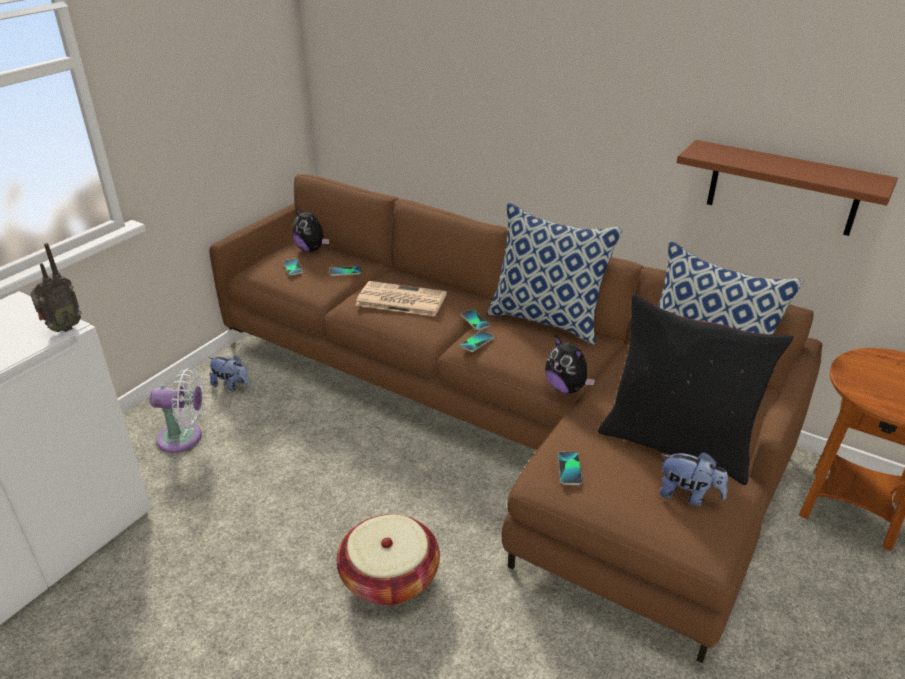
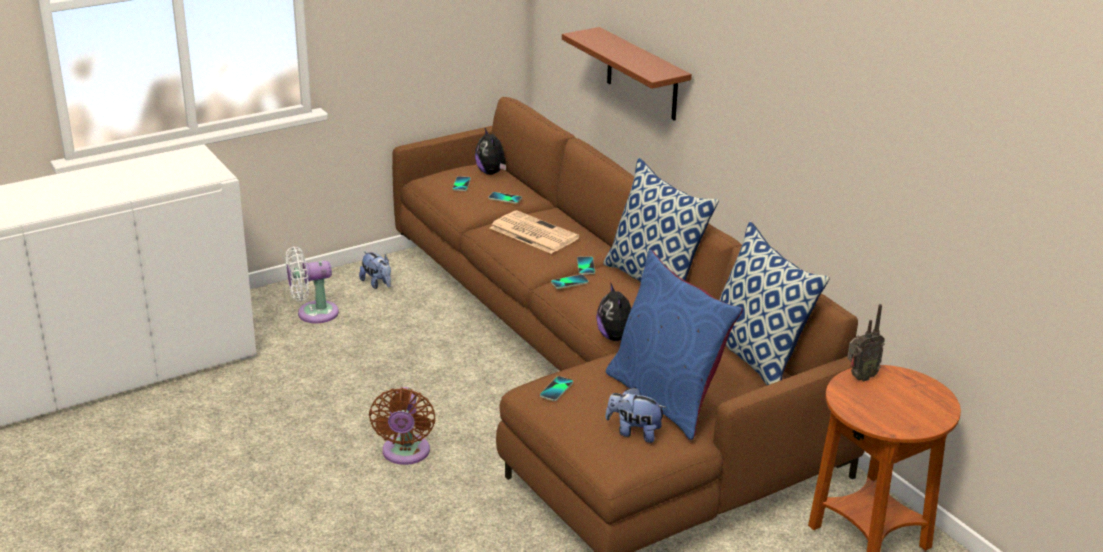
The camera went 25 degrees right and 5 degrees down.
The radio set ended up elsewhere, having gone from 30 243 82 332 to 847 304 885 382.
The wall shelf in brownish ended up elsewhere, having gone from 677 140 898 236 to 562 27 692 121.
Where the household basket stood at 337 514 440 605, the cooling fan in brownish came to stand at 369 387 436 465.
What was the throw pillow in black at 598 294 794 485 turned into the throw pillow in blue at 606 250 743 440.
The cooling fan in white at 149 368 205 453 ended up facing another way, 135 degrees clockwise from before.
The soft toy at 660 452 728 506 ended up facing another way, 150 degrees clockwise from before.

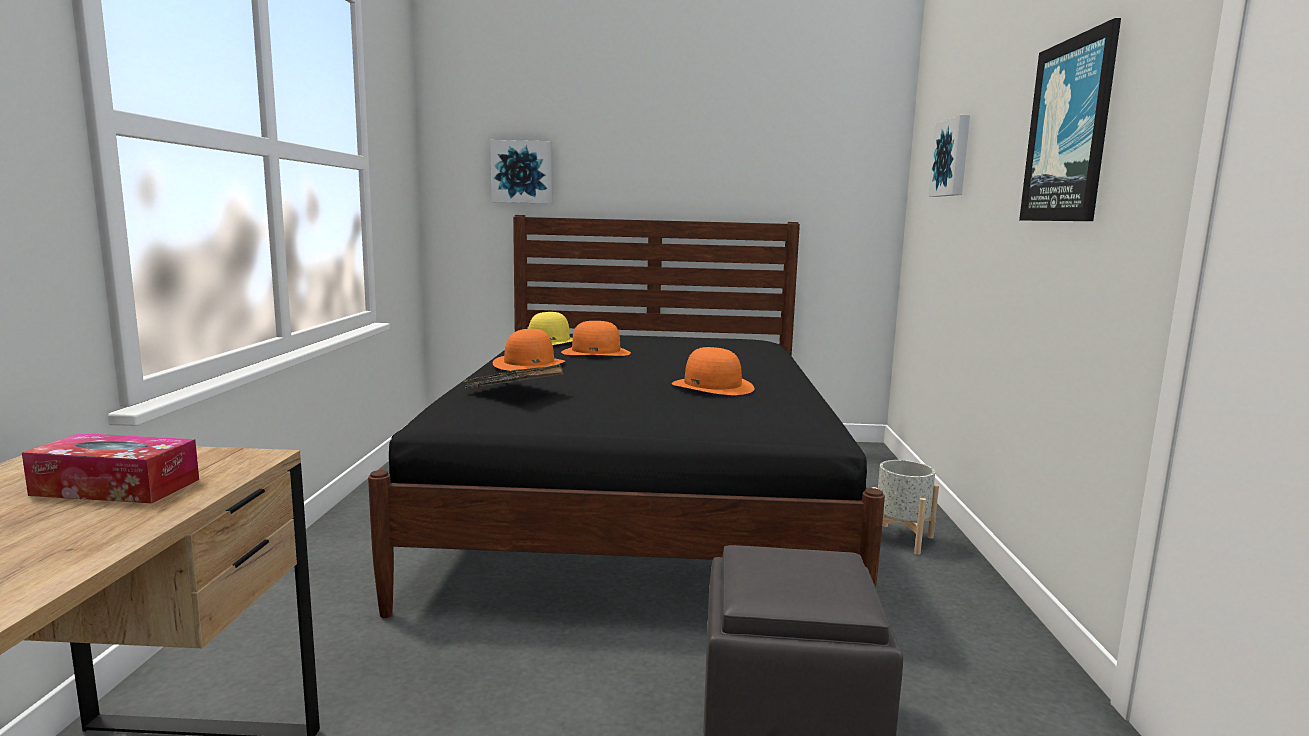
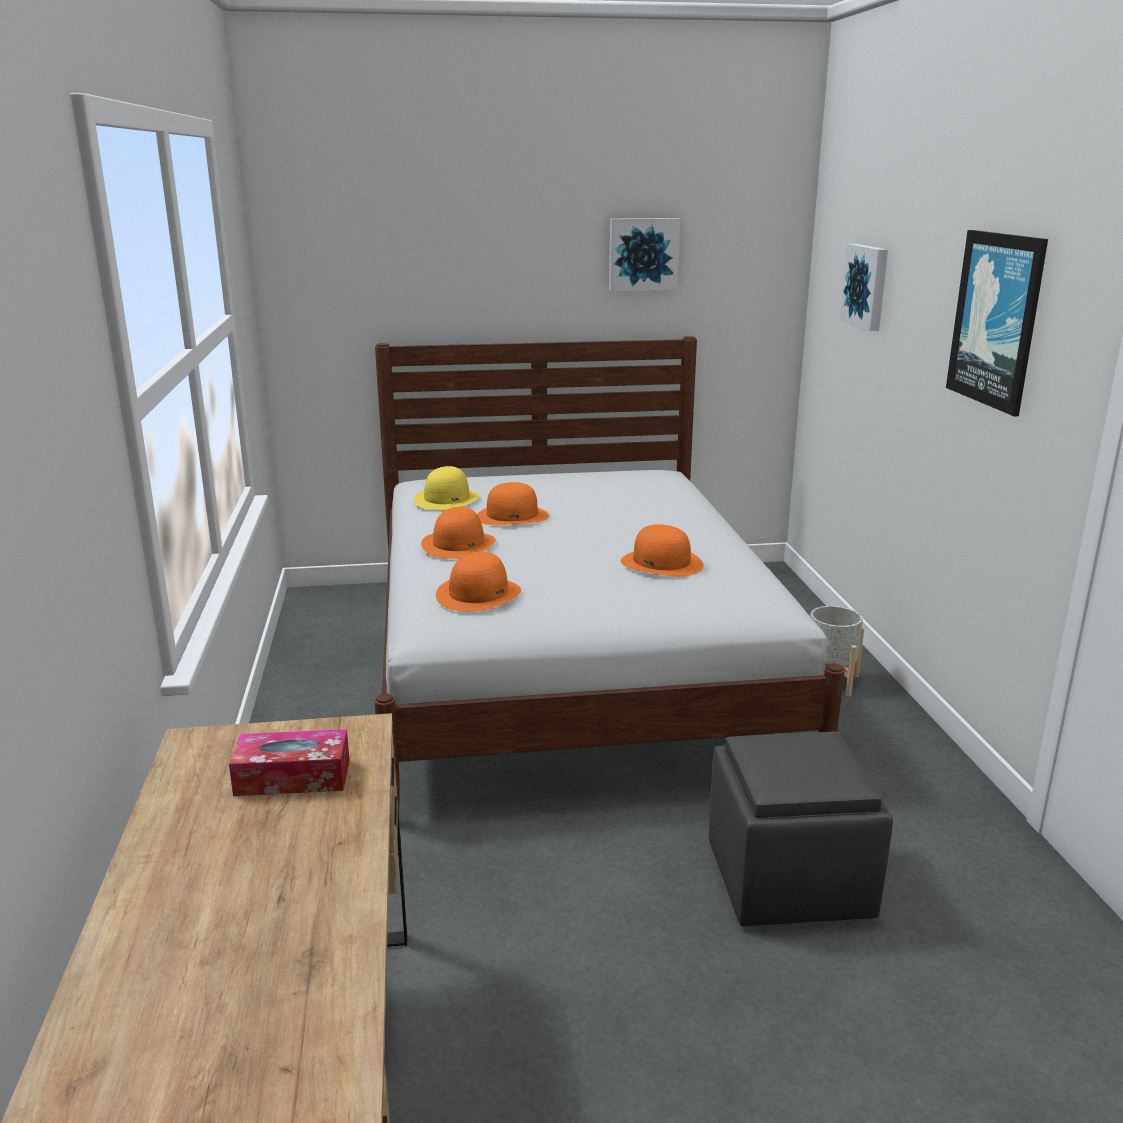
The camera went 10 degrees left and 10 degrees up.
The wall picture ended up elsewhere, having gone from 491 140 552 204 to 609 218 680 291.
Where the bound book in grey stood at 463 364 563 388, the clothing hat in orange-coloured came to stand at 436 552 521 612.
What was the sleeping bed in black at 368 215 885 618 turned into the sleeping bed in white at 374 336 844 806.

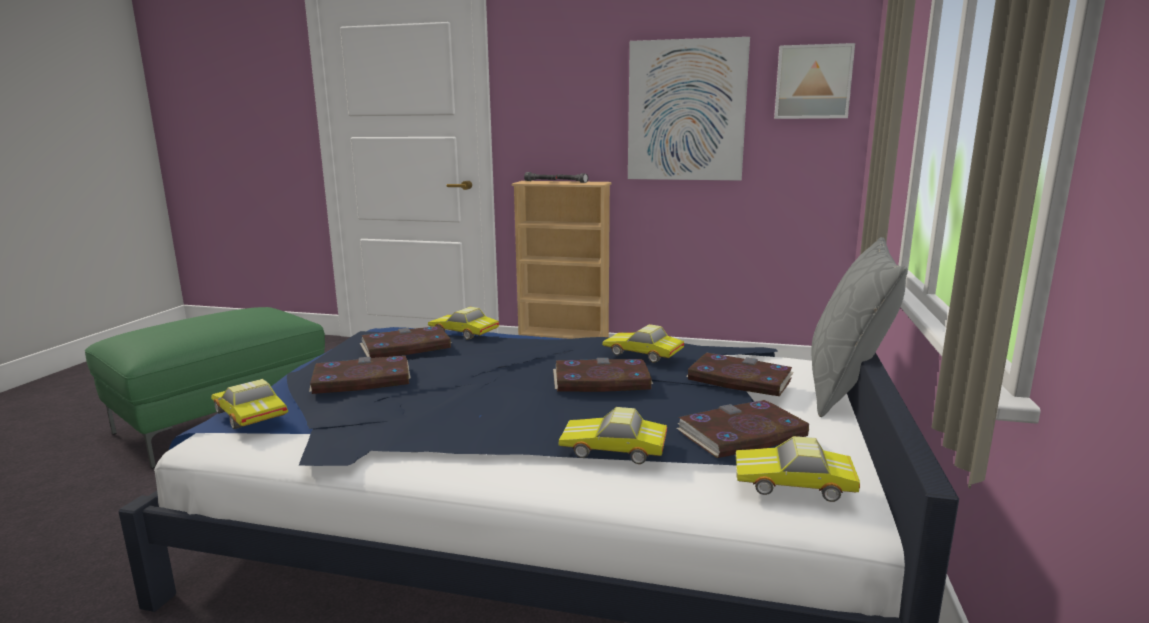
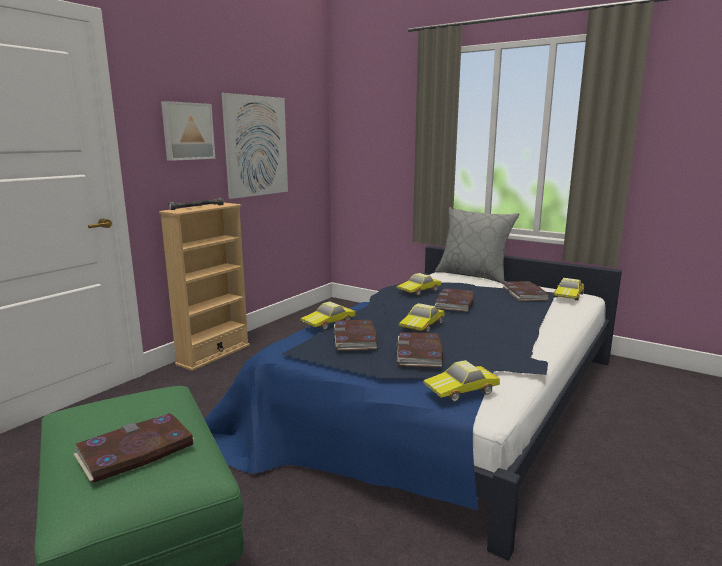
The camera went 70 degrees left and 0 degrees up.
The toy car ended up elsewhere, having gone from 559 407 667 464 to 398 303 445 332.
The bound book ended up elsewhere, having gone from 686 353 794 396 to 74 413 194 483.
The wall picture ended up elsewhere, having gone from 774 43 855 119 to 161 101 215 161.

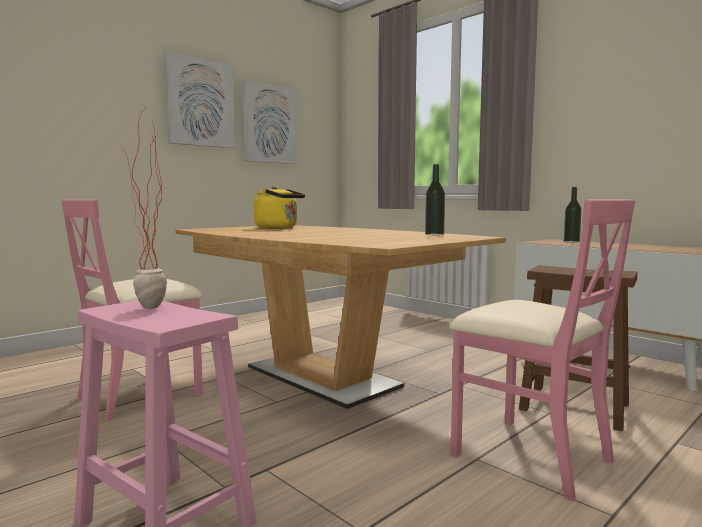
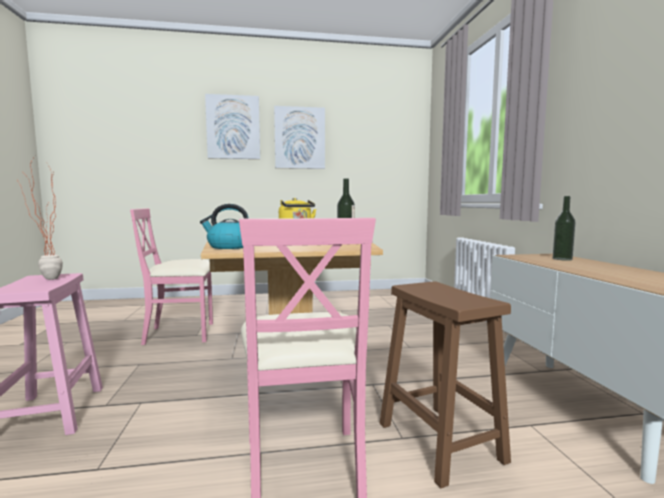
The camera went 35 degrees right and 0 degrees up.
The second view gained the water kettle at 200 204 249 249.
The wall picture ended up elsewhere, having gone from 242 80 298 164 to 205 94 260 159.

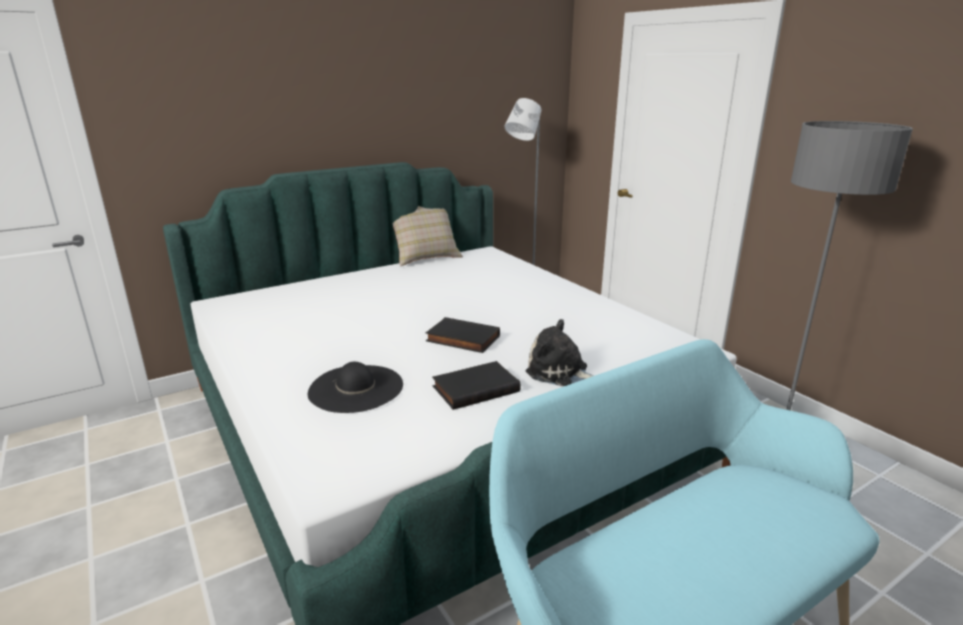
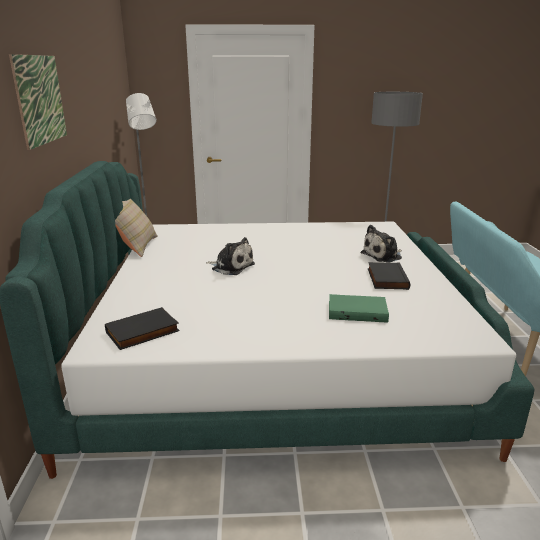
The camera went 60 degrees left and 0 degrees up.
The second view gained the wall picture at 9 54 67 150.
The second view gained the soft toy at 206 237 255 275.
The bound book in black ended up elsewhere, having gone from 426 317 500 353 to 105 307 180 350.
Where the clothing hat in black stood at 308 362 403 413, the bound book in green-coloured came to stand at 329 294 389 322.

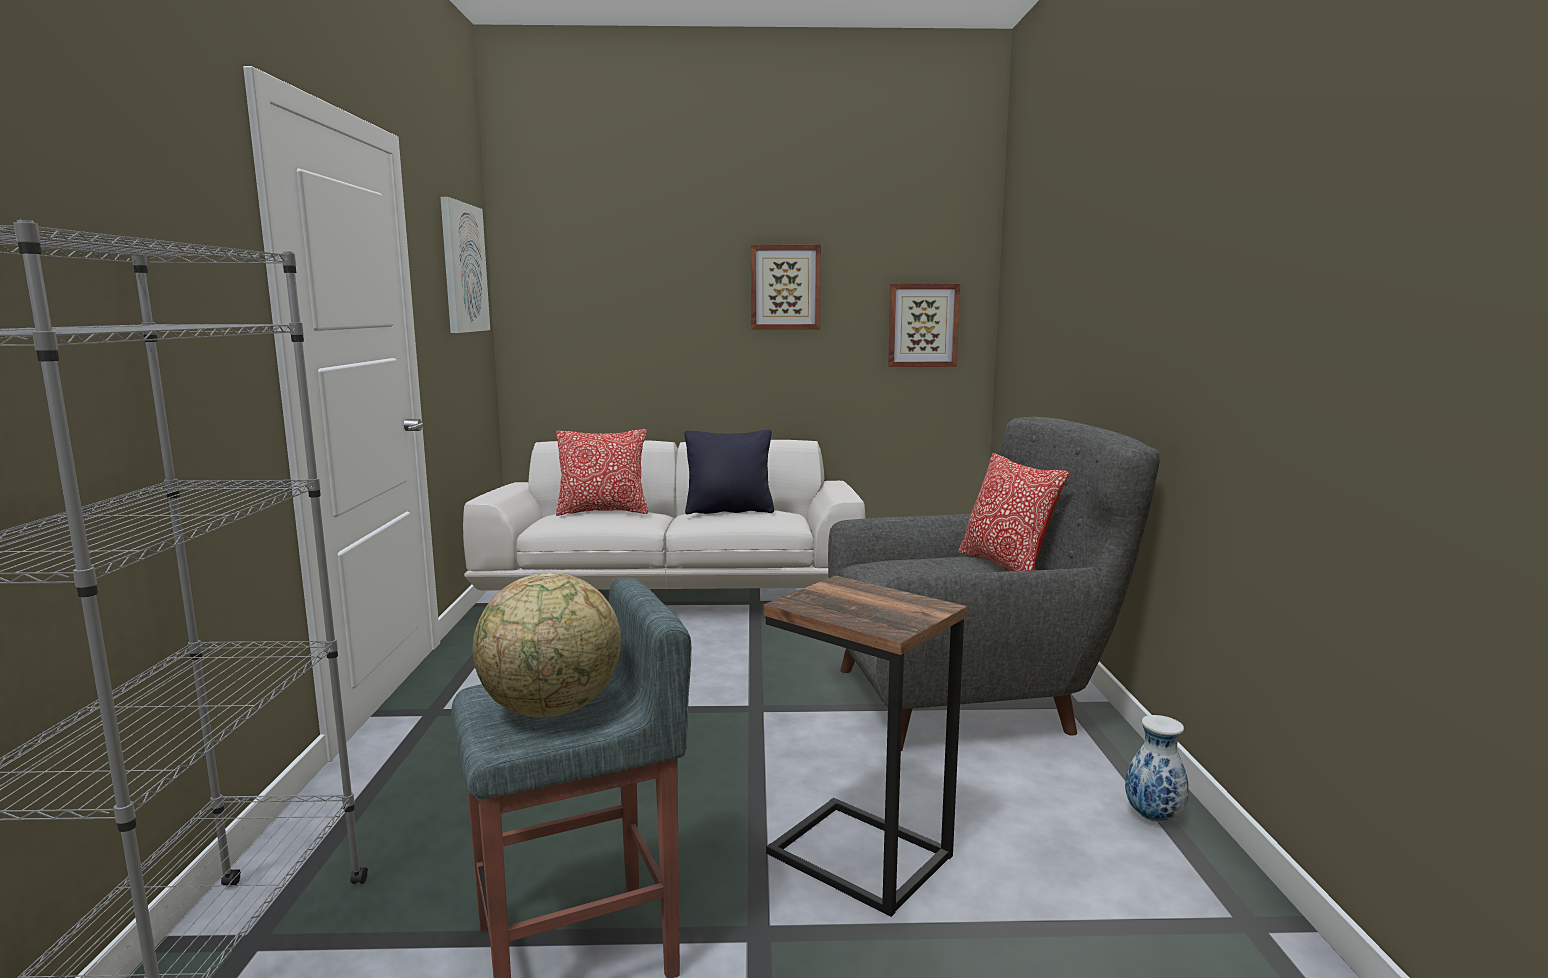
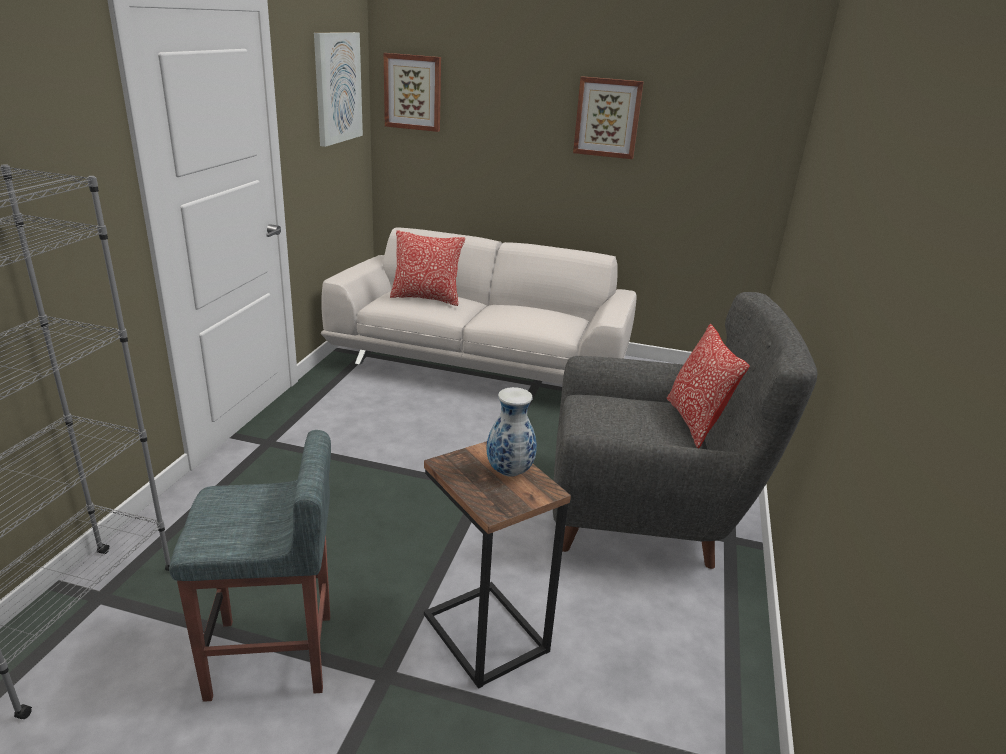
The camera went 15 degrees right and 15 degrees up.
The second view lost the world globe at 473 572 621 718.
The second view lost the throw pillow in black at 684 429 774 514.
The wall picture ended up elsewhere, having gone from 888 284 960 367 to 384 53 441 132.
The flower vase ended up elsewhere, having gone from 1125 715 1189 822 to 486 387 537 477.

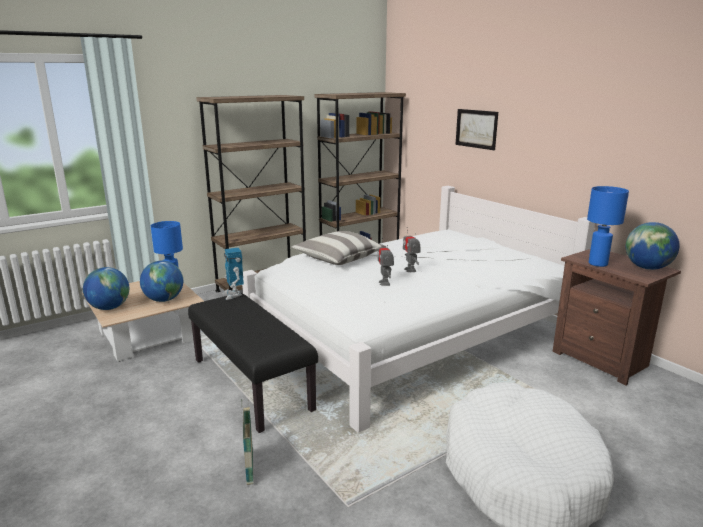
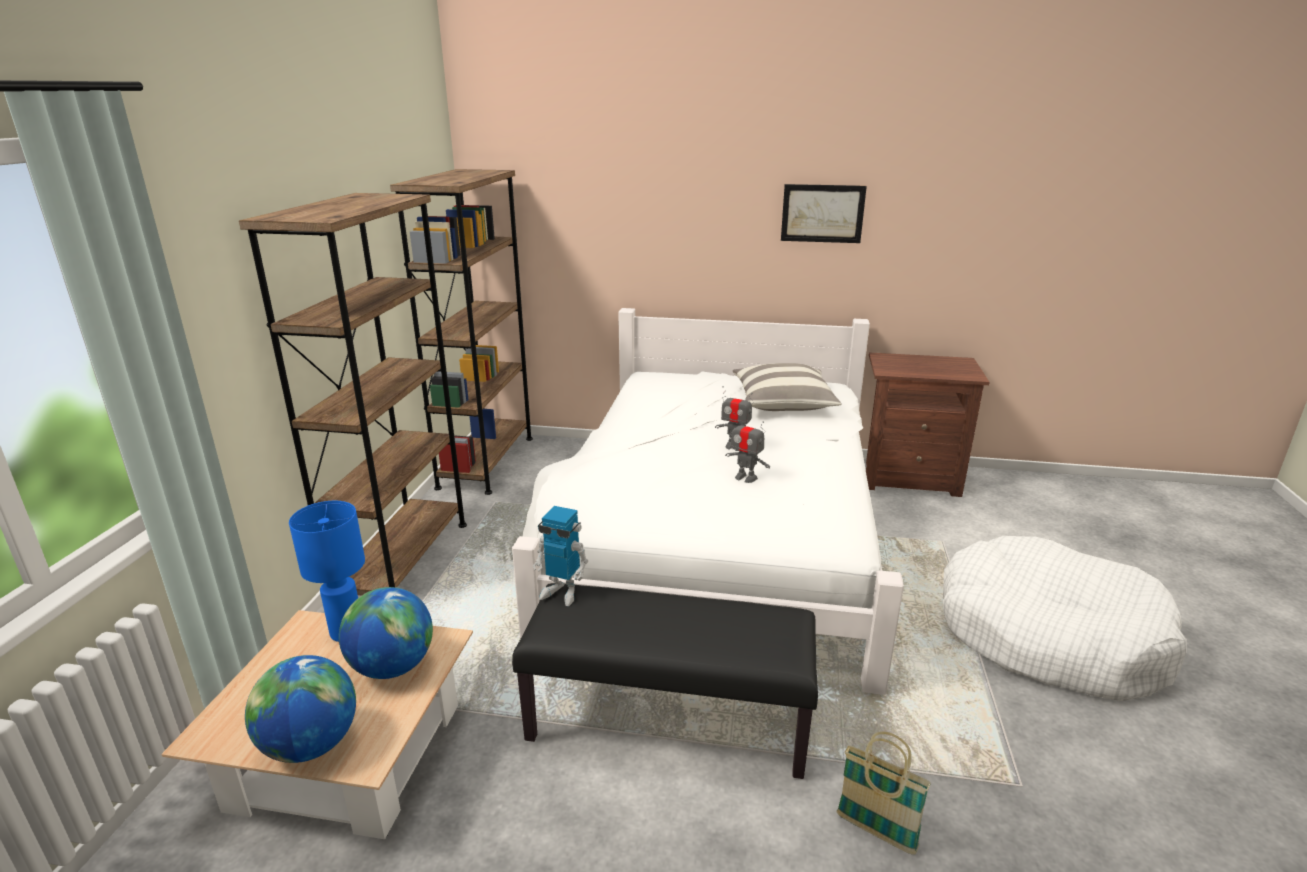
The camera went 45 degrees left and 5 degrees up.
The second view lost the tabletop lamp in blue at 587 186 629 267.
The second view lost the world globe at 625 222 680 270.
The throw pillow ended up elsewhere, having gone from 291 231 386 265 to 733 363 842 411.
The wall picture ended up elsewhere, having gone from 456 109 498 150 to 781 184 867 243.

